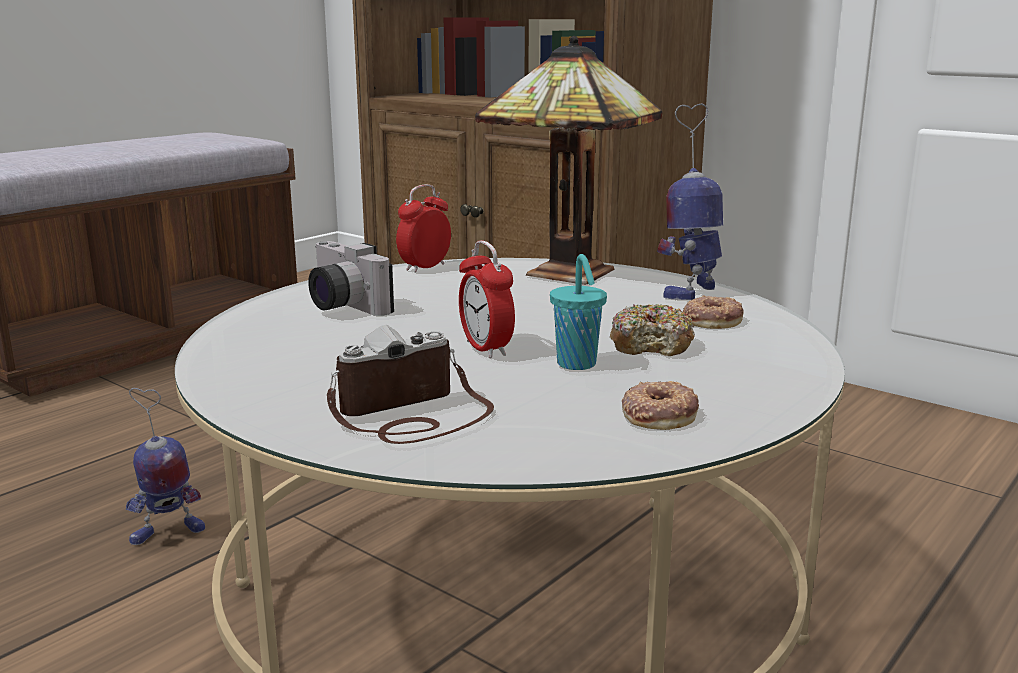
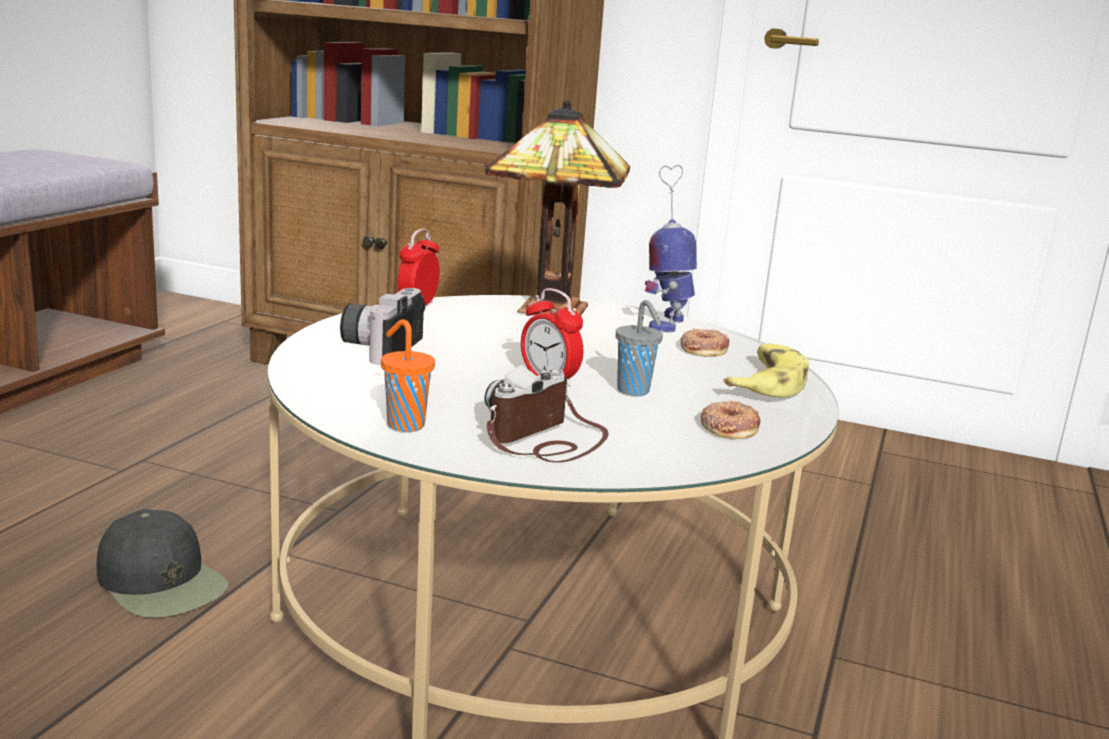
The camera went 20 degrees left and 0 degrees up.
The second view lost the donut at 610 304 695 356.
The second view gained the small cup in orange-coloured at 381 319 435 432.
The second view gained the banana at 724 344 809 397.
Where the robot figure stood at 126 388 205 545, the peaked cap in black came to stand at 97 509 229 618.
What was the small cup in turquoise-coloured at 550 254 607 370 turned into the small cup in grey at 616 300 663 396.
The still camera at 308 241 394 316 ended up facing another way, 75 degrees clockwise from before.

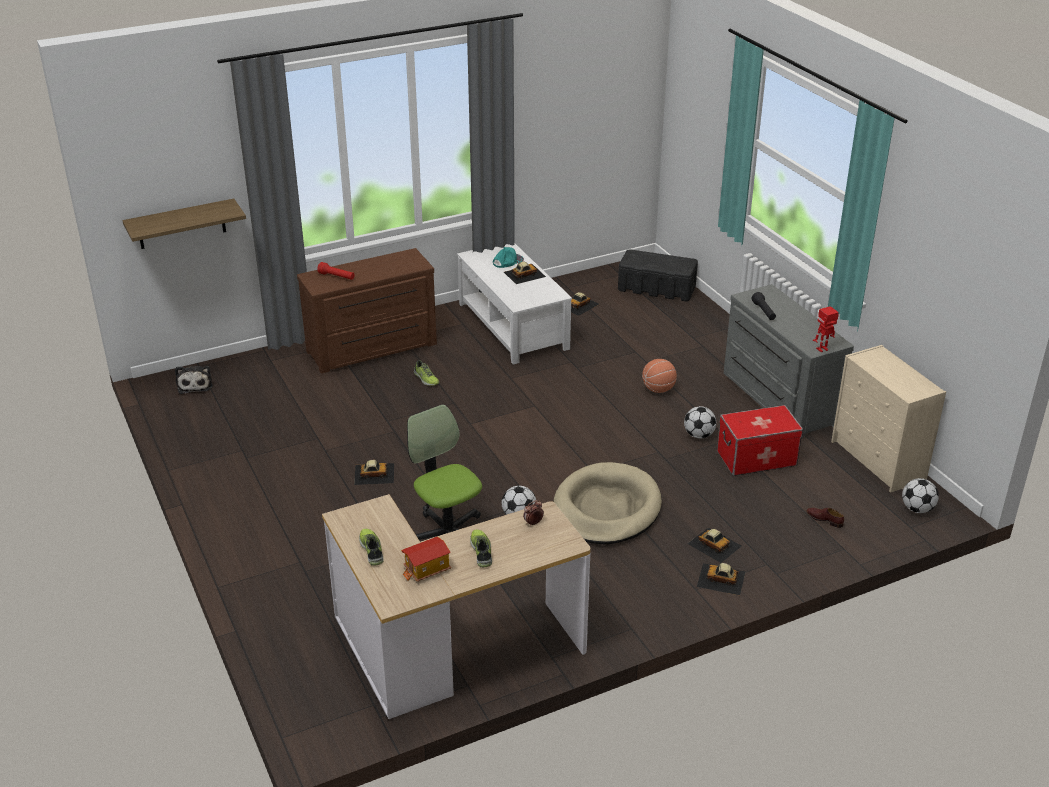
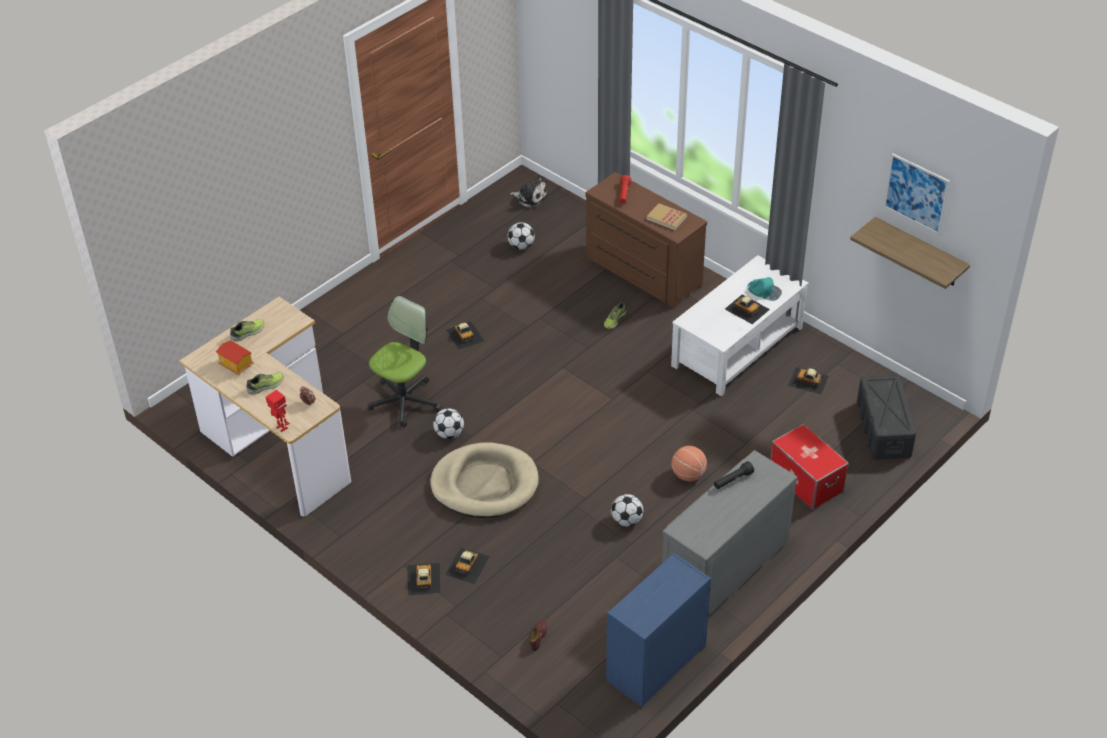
The camera went 70 degrees right and 10 degrees up.
The second view gained the bound book at 646 203 687 230.
The second view gained the wall picture at 883 153 950 235.
The wall shelf ended up elsewhere, having gone from 122 199 246 249 to 850 217 970 289.
The storage container ended up elsewhere, having gone from 717 405 803 476 to 771 424 849 510.
The robot figure ended up elsewhere, having gone from 813 306 839 352 to 266 390 290 432.
The ball for football ended up elsewhere, having gone from 902 478 939 513 to 508 222 535 250.
What was the chest of drawers in beige at 831 345 946 493 turned into the chest of drawers in blue at 606 553 711 708.
The soft toy at 175 366 213 394 ended up facing another way, 120 degrees counterclockwise from before.

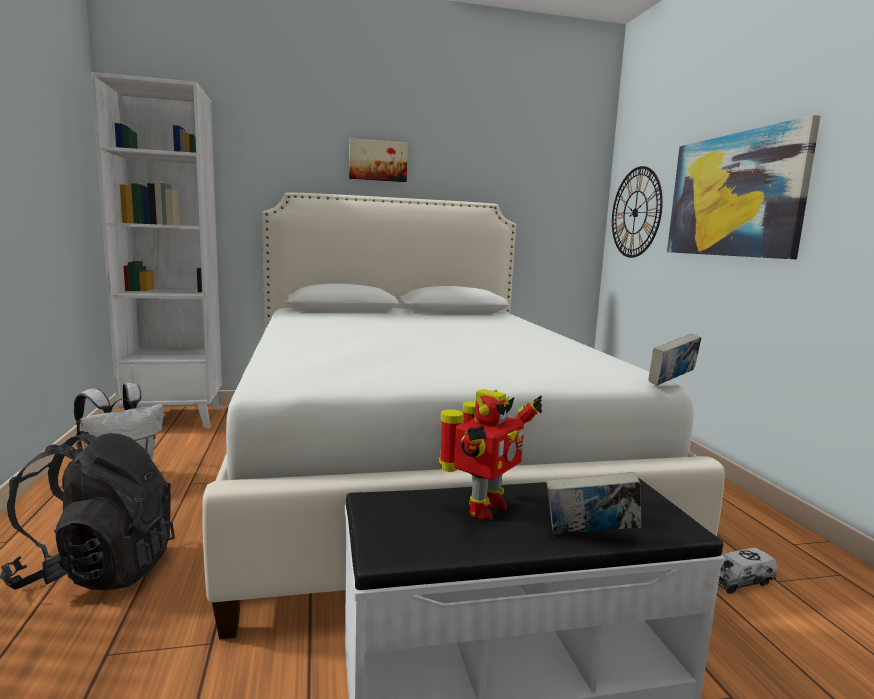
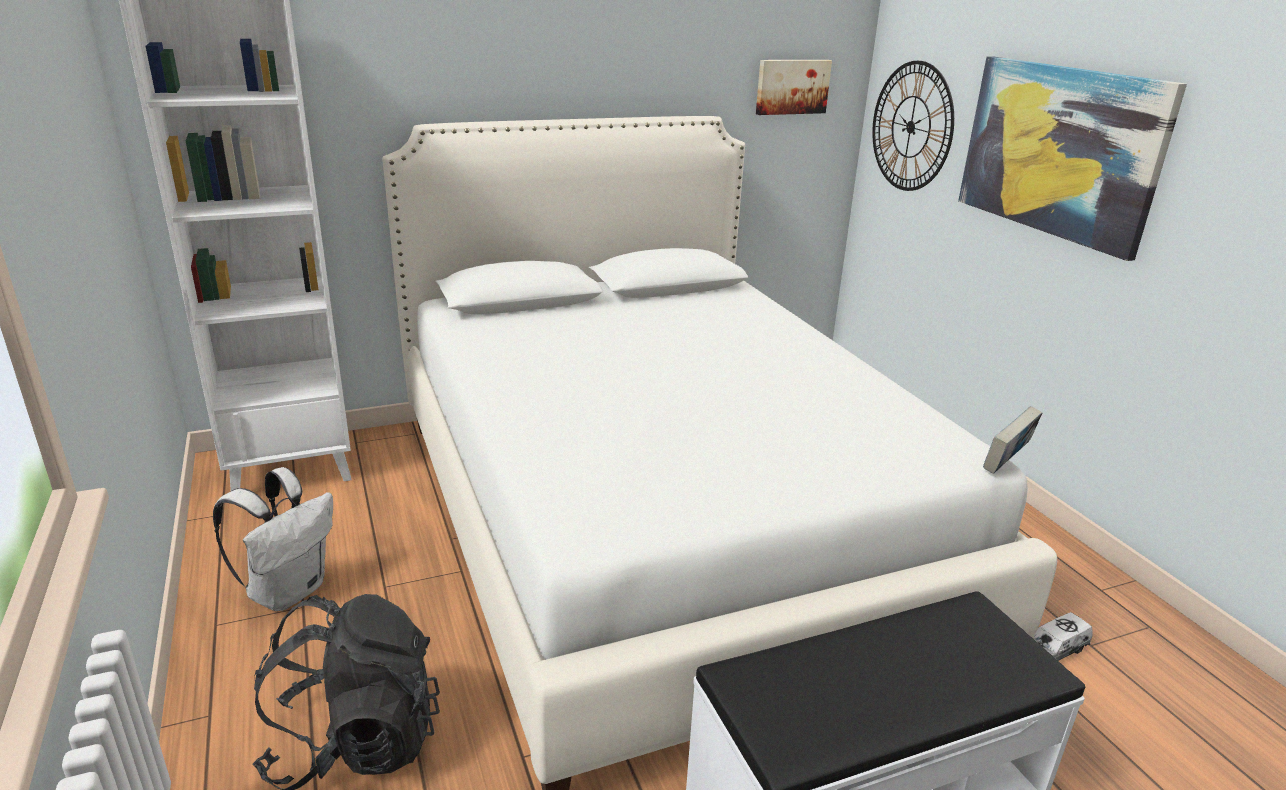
The camera went 10 degrees left and 15 degrees up.
The second view lost the robot figure at 439 389 542 520.
The second view lost the bound book at 546 472 641 534.
The wall picture ended up elsewhere, having gone from 349 138 408 182 to 756 60 832 115.

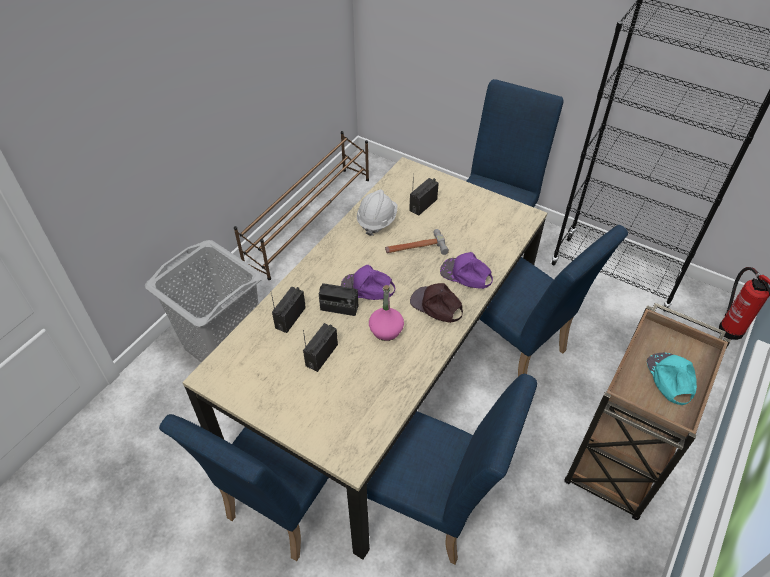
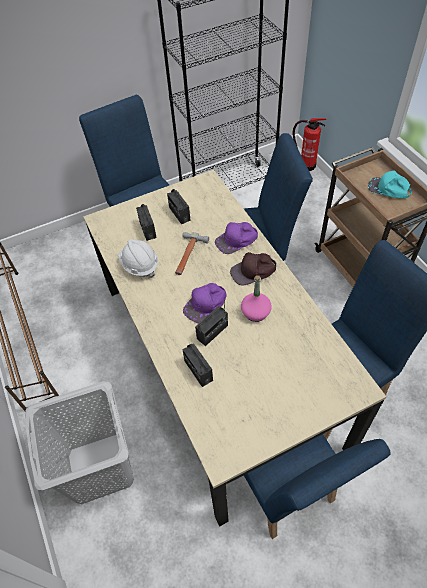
The camera went 55 degrees left and 5 degrees up.
The radio set ended up elsewhere, having gone from 303 323 338 372 to 167 189 191 224.

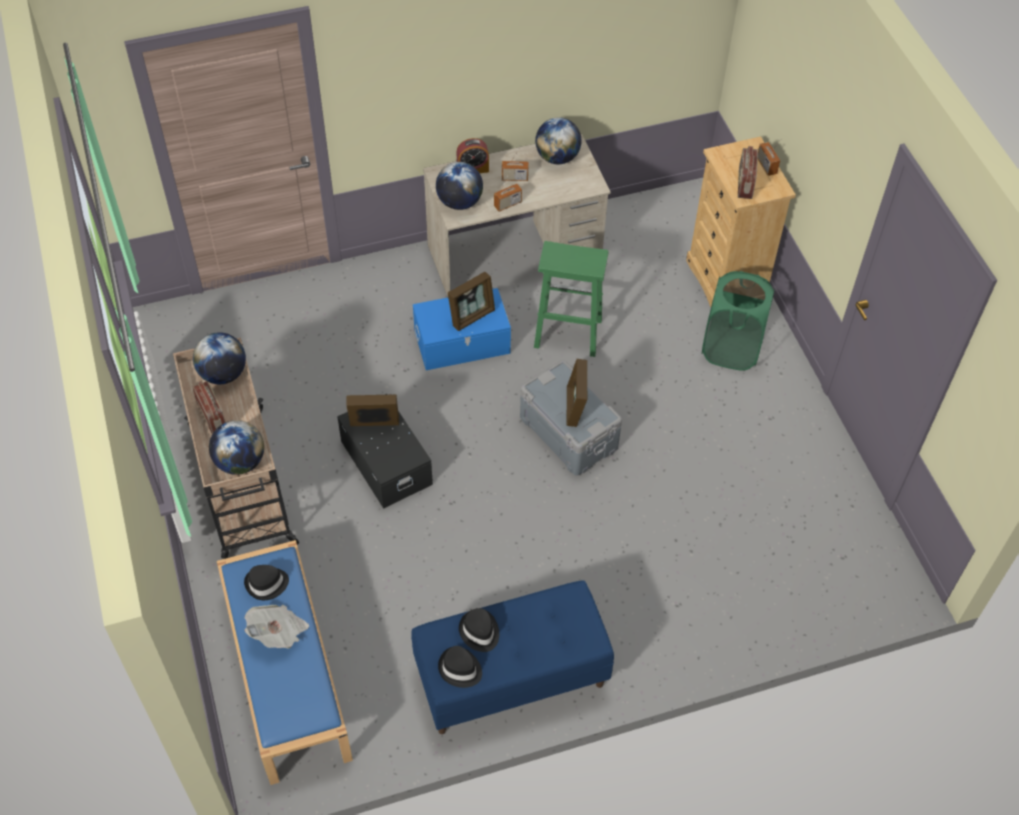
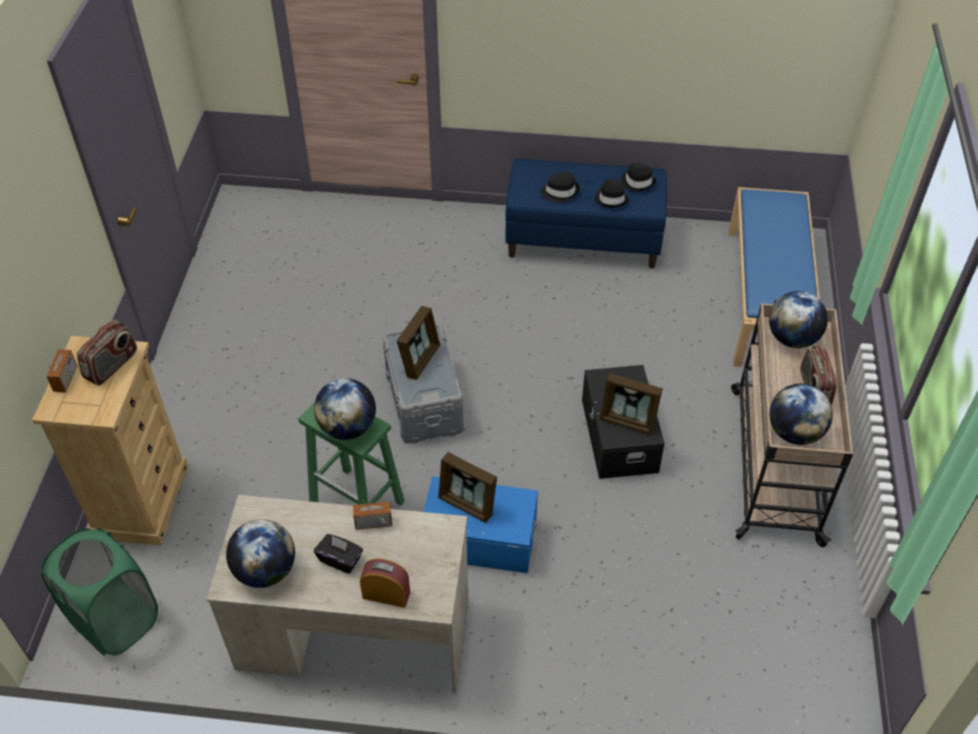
The camera went 155 degrees left and 5 degrees down.
The second view lost the printed paper at 244 605 309 648.
The clothing hat in black ended up elsewhere, having gone from 244 565 289 600 to 541 172 579 203.
The world globe ended up elsewhere, having gone from 436 162 483 210 to 314 378 376 440.
The washing basket in green-coloured ended up elsewhere, having gone from 702 271 775 371 to 41 528 158 656.
Where the radio set stood at 502 146 528 181, the tissue holder in black came to stand at 314 534 363 574.
The photo frame at 448 272 495 331 ended up facing another way, 135 degrees counterclockwise from before.

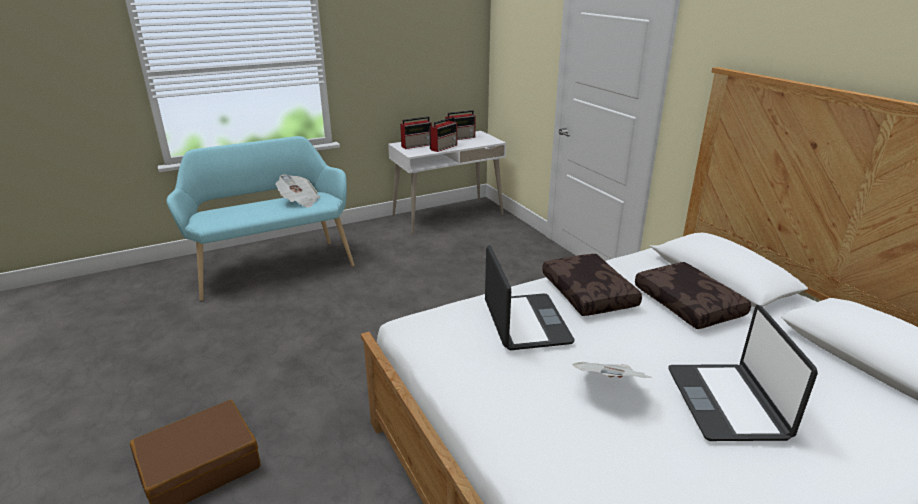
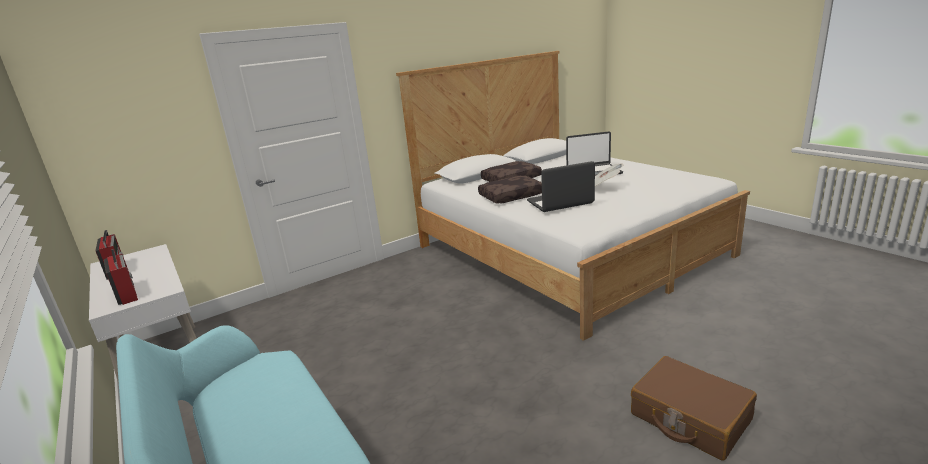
The camera went 95 degrees left and 5 degrees down.
The second view lost the printed paper at 276 175 320 207.
The second view lost the radio set at 429 117 457 152.

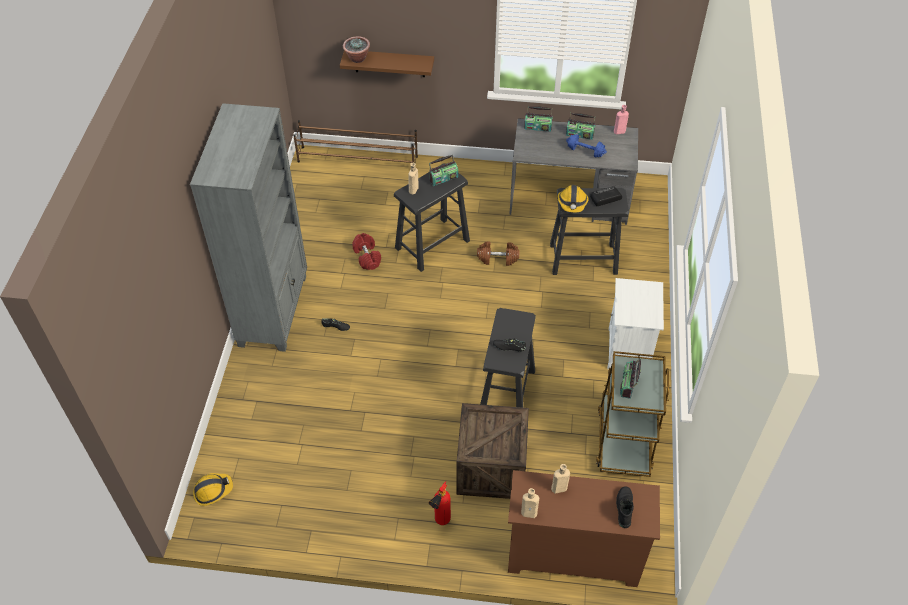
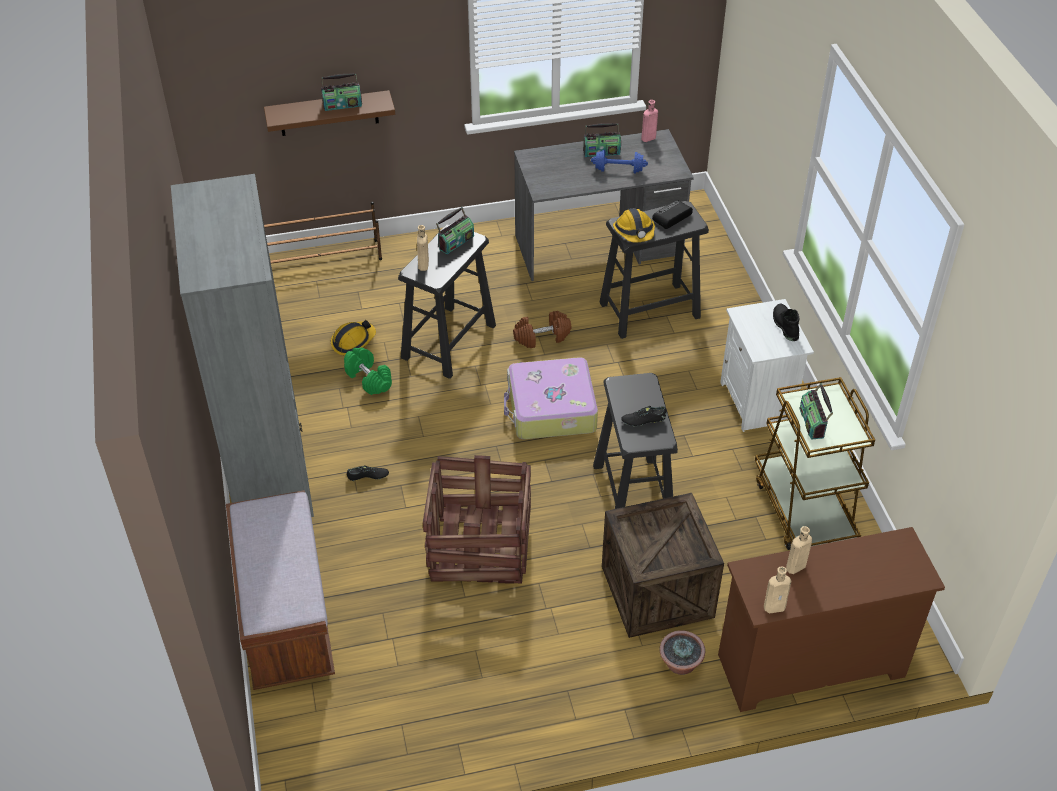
The camera went 20 degrees left and 5 degrees down.
The second view lost the extinguisher at 429 481 451 525.
The second view gained the long seat in brownish at 226 490 335 690.
The second view gained the packing crate at 423 455 531 584.
The second view gained the travel case at 504 357 598 439.
The work helmet ended up elsewhere, having gone from 193 473 233 506 to 331 320 376 355.
The potted plant ended up elsewhere, having gone from 343 36 370 63 to 660 630 705 675.
The radio set ended up elsewhere, having gone from 524 106 553 132 to 321 73 362 111.
The high-top boot in black ended up elsewhere, having gone from 616 486 634 528 to 773 304 799 341.
What was the dumbbell in red-coloured at 352 233 381 270 turned into the dumbbell in green-coloured at 344 348 392 395.

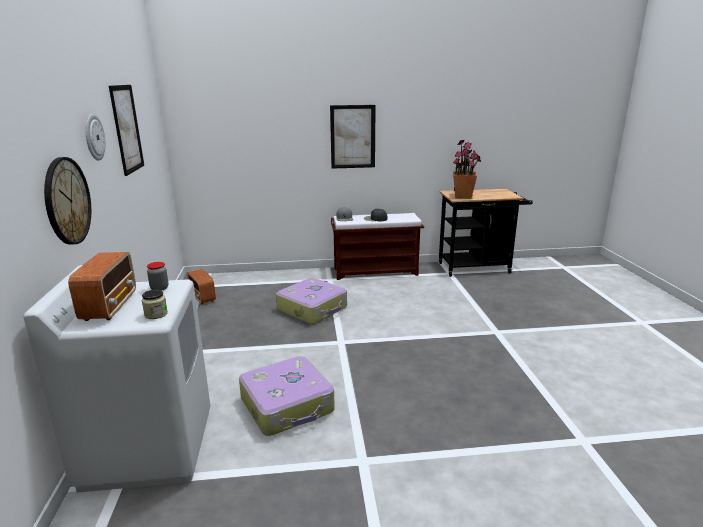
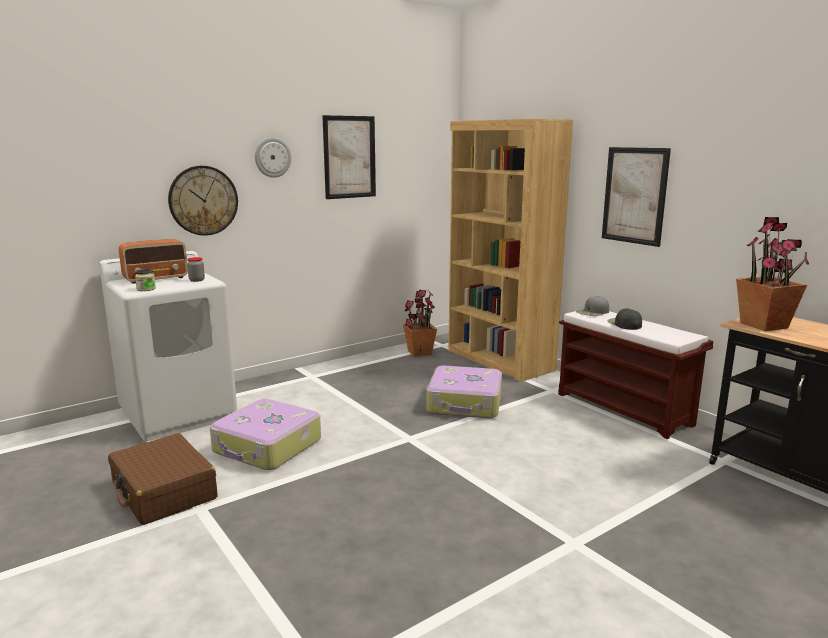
The camera went 60 degrees right and 5 degrees down.
The second view gained the travel case in brownish at 108 433 217 525.
The second view gained the shelving unit in brownish at 448 119 573 382.
Where the radio set stood at 187 269 216 304, the potted plant came to stand at 403 290 437 357.

